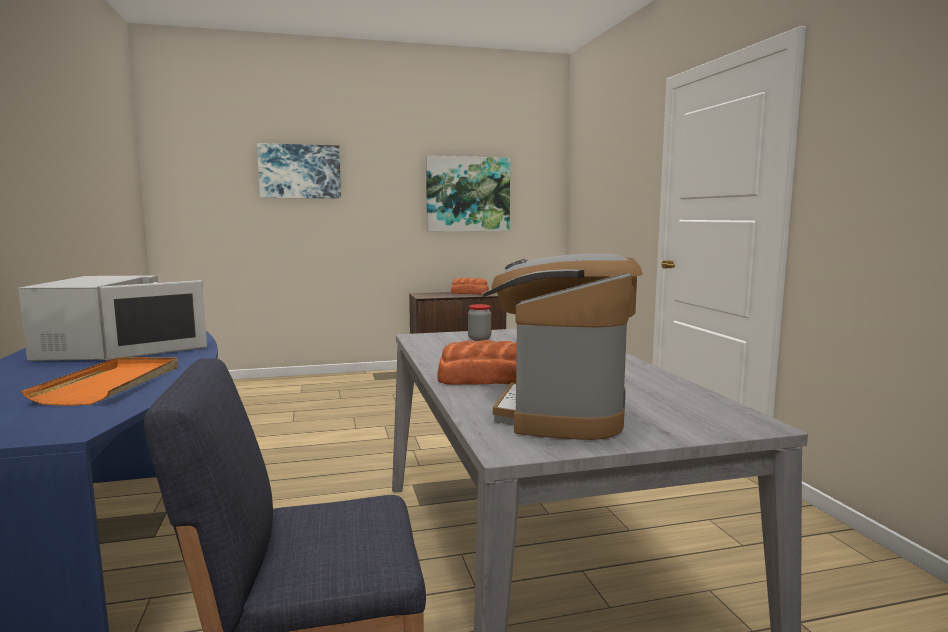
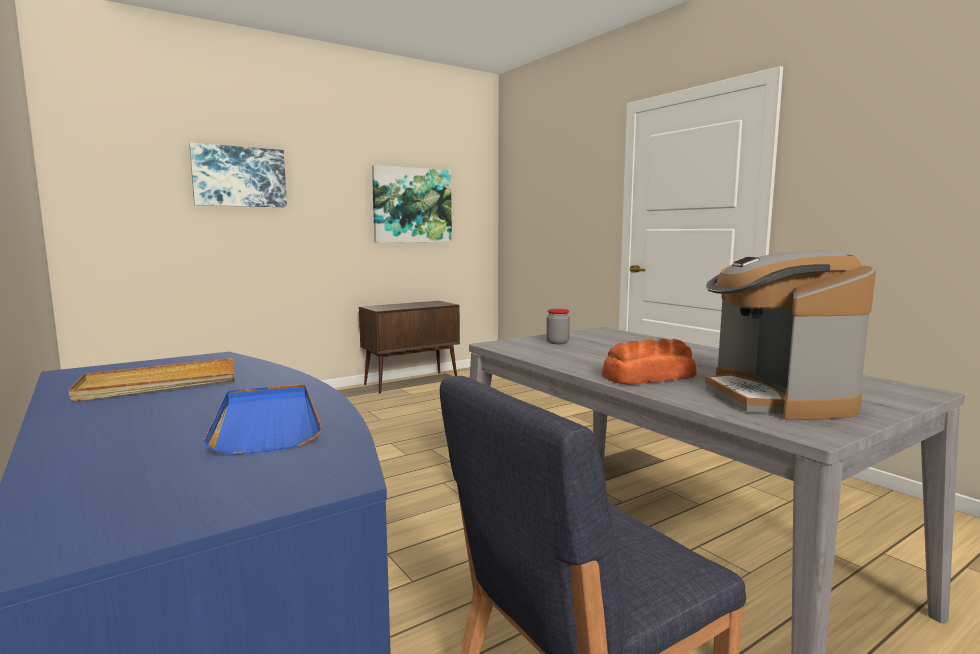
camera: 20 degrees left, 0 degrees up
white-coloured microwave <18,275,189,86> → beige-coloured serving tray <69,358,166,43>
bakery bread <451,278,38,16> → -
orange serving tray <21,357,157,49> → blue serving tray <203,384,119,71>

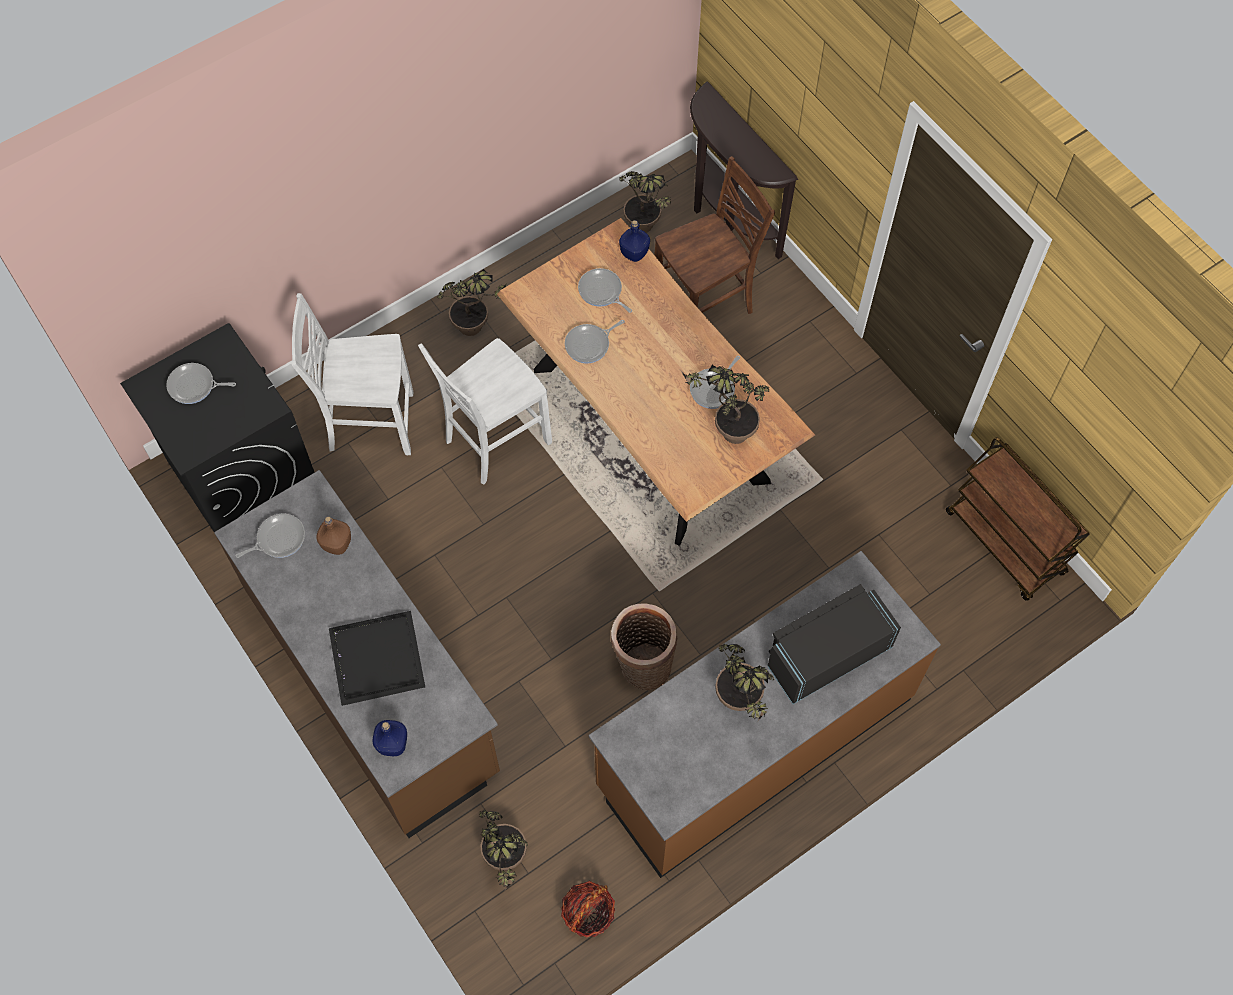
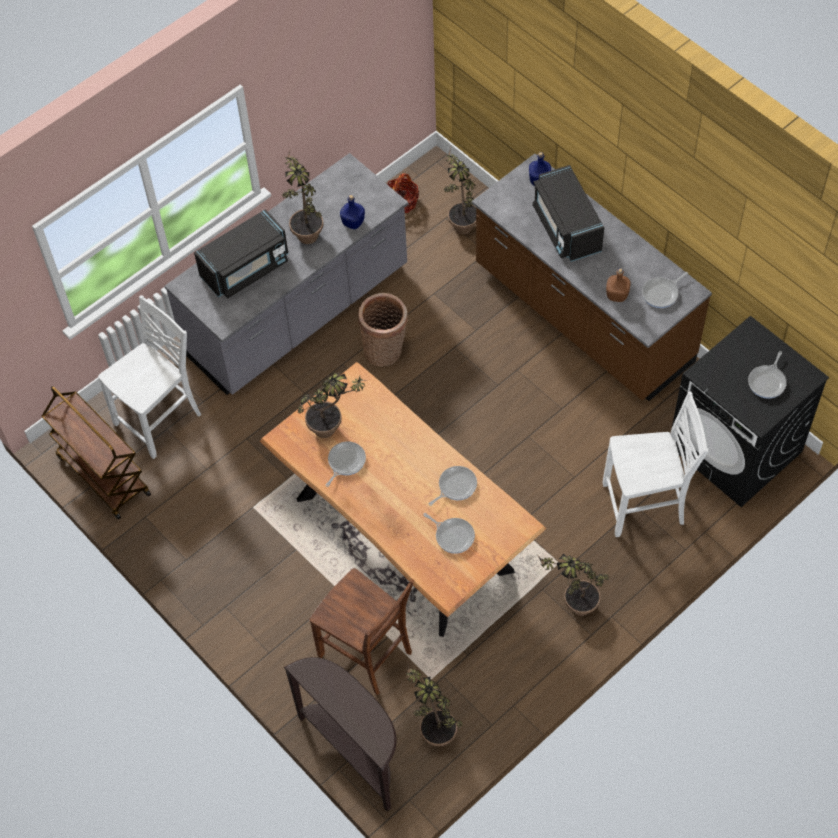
camera: 175 degrees right, 5 degrees down
brown chair <654,156,121,158> → brown chair <309,568,105,127>, 105 degrees counterclockwise
blue bottle <619,220,31,42> → blue bottle <340,195,25,34>, shifted
white-coloured chair <418,338,134,146> → white-coloured chair <98,295,103,164>, shifted
pan <166,363,70,41> → pan <748,351,39,48>, 120 degrees clockwise
brown counter <589,551,352,327> → greyish counter <164,153,244,242>
black serving tray <329,611,96,95> → black microwave <532,165,72,97>

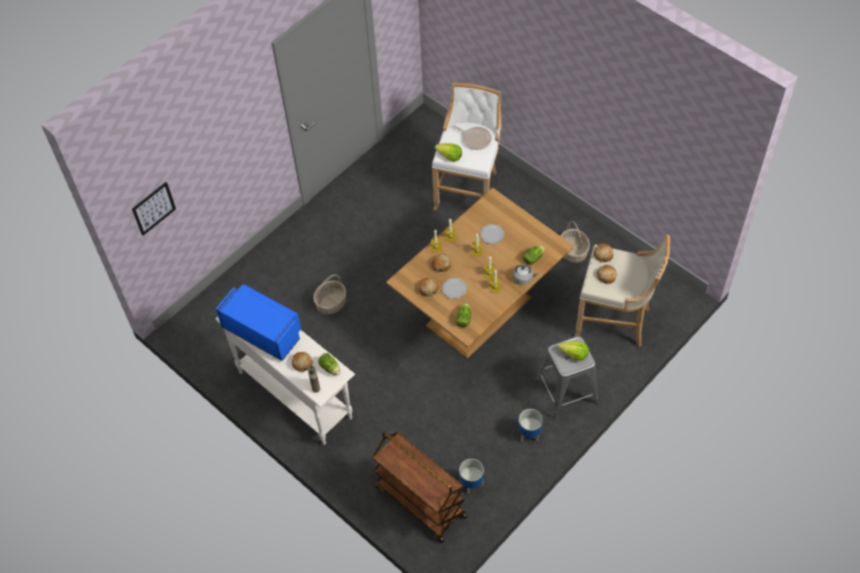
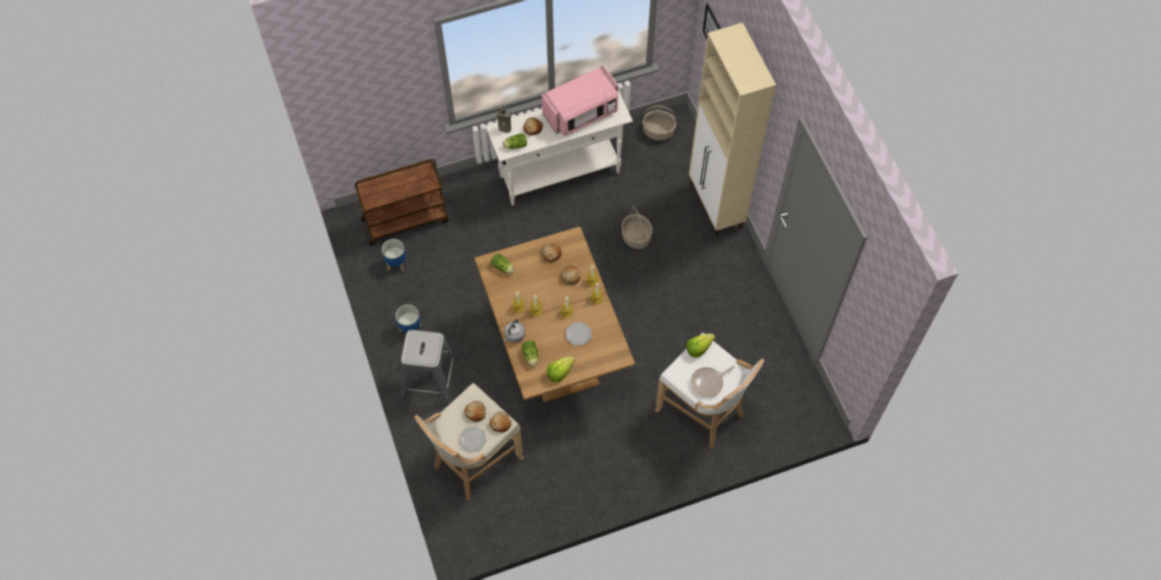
camera: 115 degrees right, 5 degrees up
basket <561,220,29,43> → basket <643,105,33,36>, shifted
flat dish <442,278,25,21> → flat dish <459,426,27,26>, shifted
blue microwave <216,285,85,76> → pink microwave <542,66,76,70>
lettuce <558,341,31,20> → lettuce <547,356,28,27>, shifted
- → beige-coloured storage cabinet <689,23,87,214>

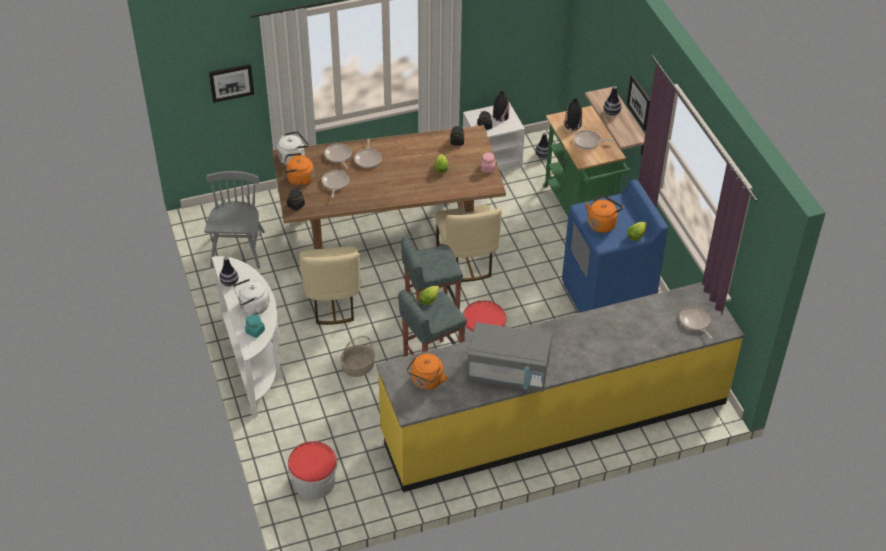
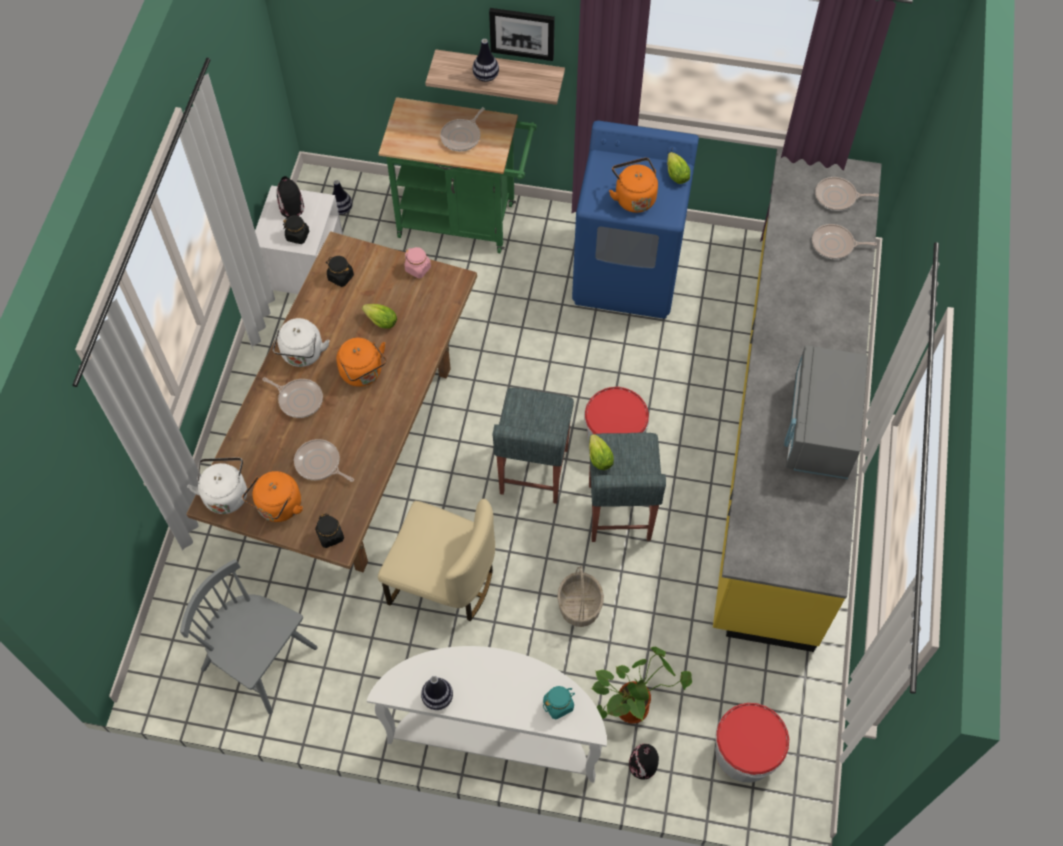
camera: 60 degrees left, 15 degrees up
wall picture <209,64,45,39> → -
black vase <565,99,17,32> → black vase <629,744,30,36>, shifted
pan <324,143,28,26> → pan <812,224,65,35>, shifted
beige-coloured chair <435,205,67,77> → -
white-coloured water kettle <233,279,36,36> → white-coloured water kettle <273,318,57,49>, shifted
greyish microwave <467,322,85,70> → greyish microwave <784,345,84,134>, 150 degrees clockwise
orange water kettle <407,353,41,37> → orange water kettle <336,338,50,49>, shifted
- → potted plant <591,647,101,77>

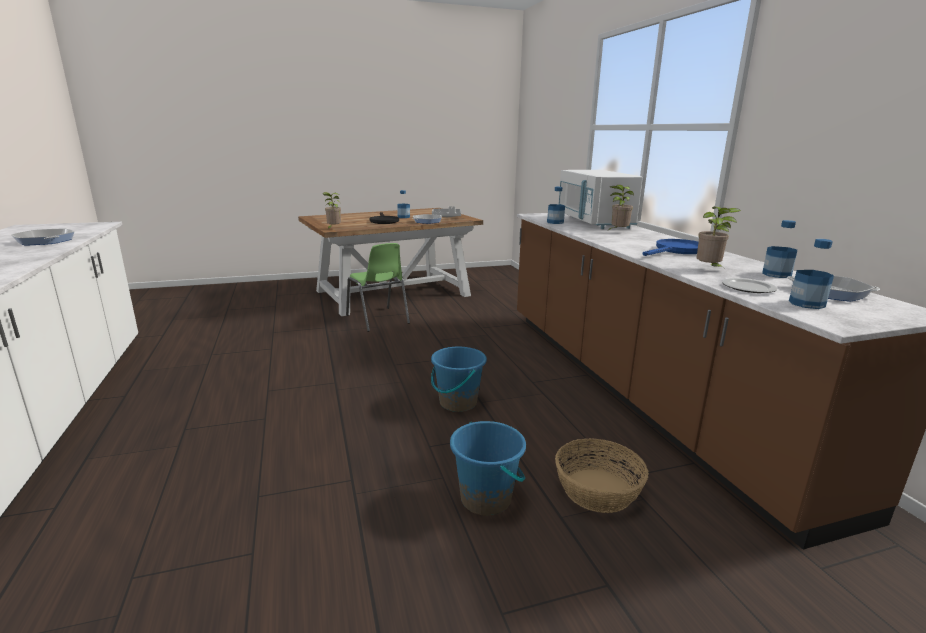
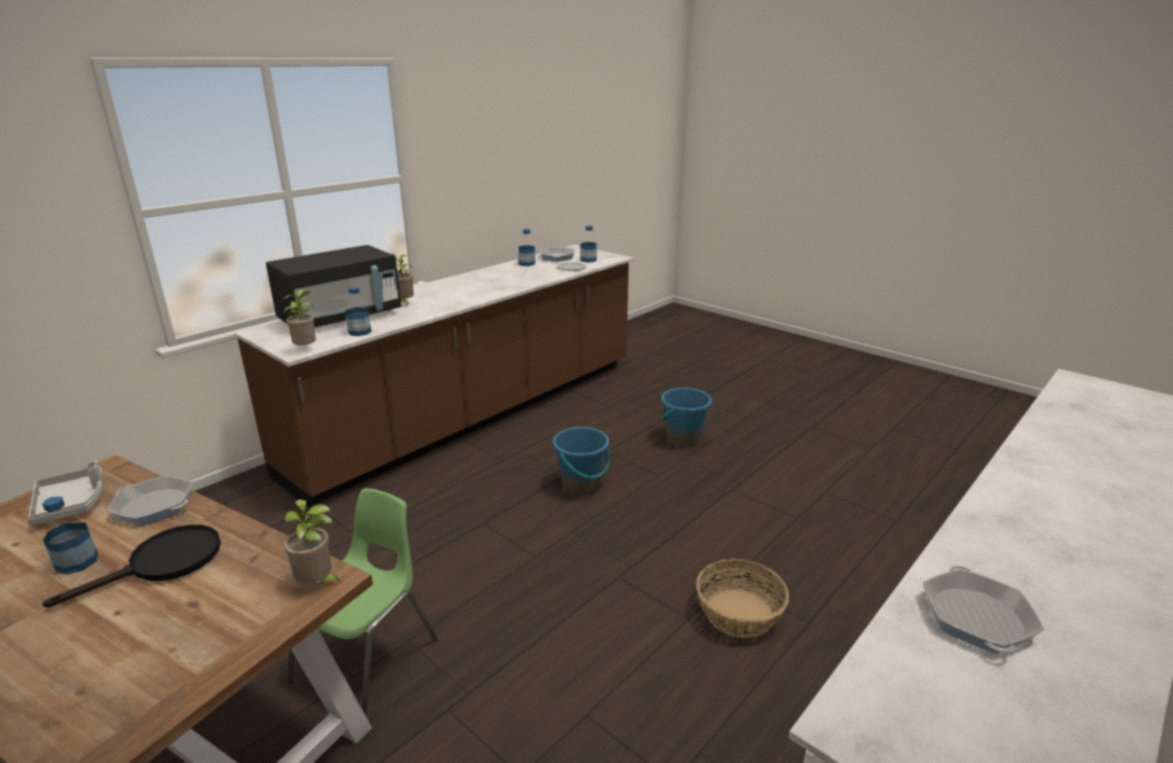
camera: 120 degrees left, 5 degrees up
white-coloured microwave <558,170,85,59> → black microwave <266,245,135,83>
potted plant <697,206,44,64> → potted plant <283,290,33,55>, shifted
blue pan <643,239,55,17> → -
basket <555,438,94,75> → basket <696,559,93,79>, shifted

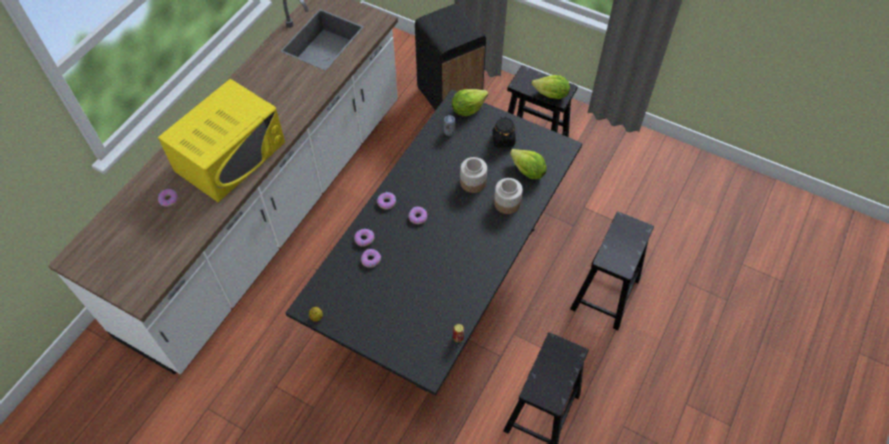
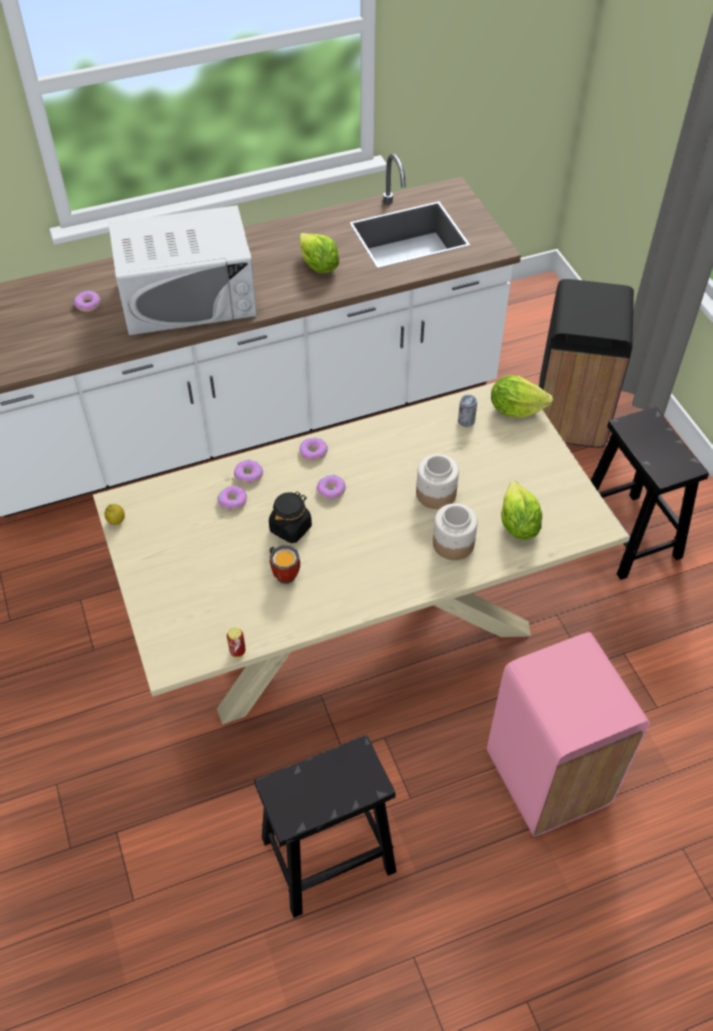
camera: 40 degrees right, 5 degrees down
lettuce <532,75,38,24> → lettuce <299,233,40,40>, shifted
yellow-coloured microwave <158,79,127,123> → white-coloured microwave <109,205,148,130>
black dining table <286,89,296,307> → beige-coloured dining table <93,376,535,348>
black storage jar <493,117,23,31> → black storage jar <269,492,43,51>, shifted
black stool seat <570,212,84,118> → pink trash can <487,632,163,204>
- → coffee mug <270,545,30,39>

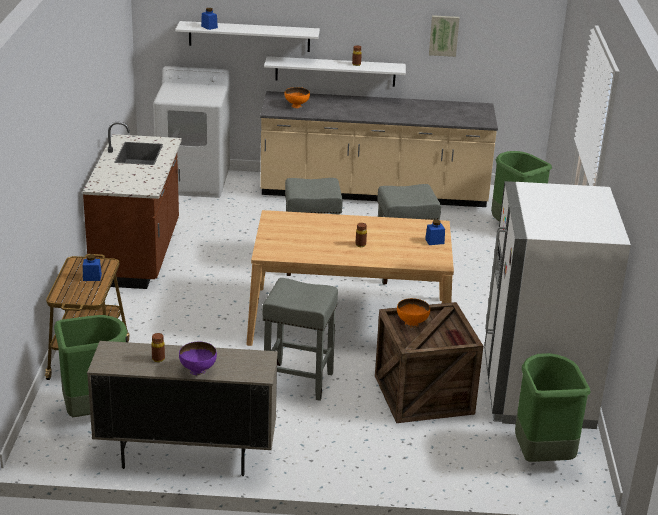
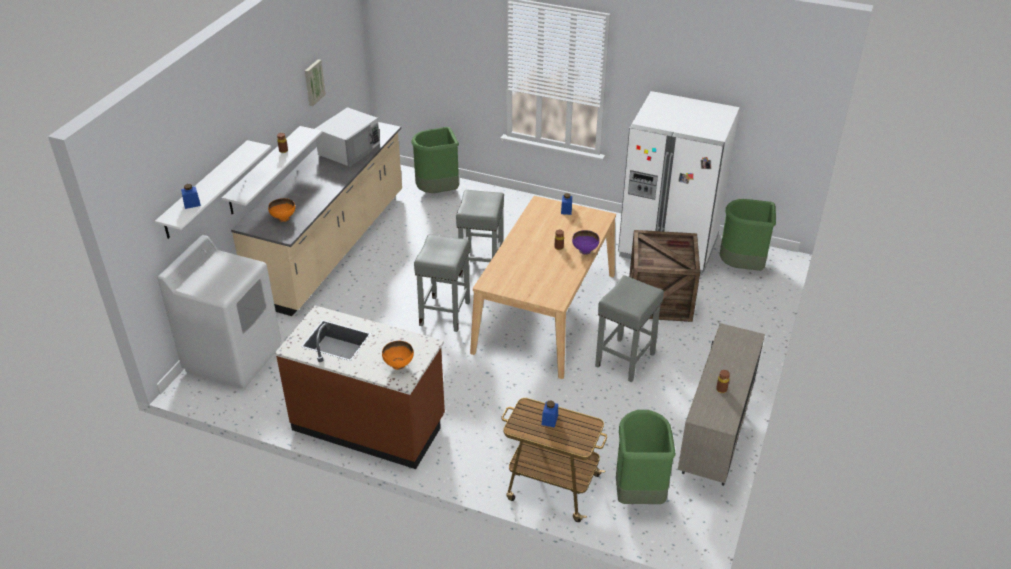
camera: 70 degrees left, 10 degrees up
orange bowl <397,298,33,30> → orange bowl <382,341,32,29>, shifted
purple bowl <179,342,38,33> → purple bowl <572,230,27,25>, shifted
- → white-coloured microwave <315,107,65,60>

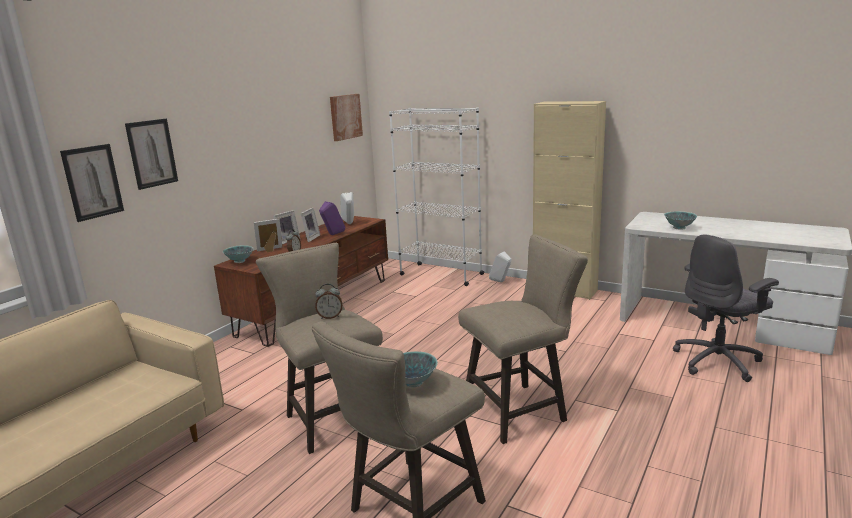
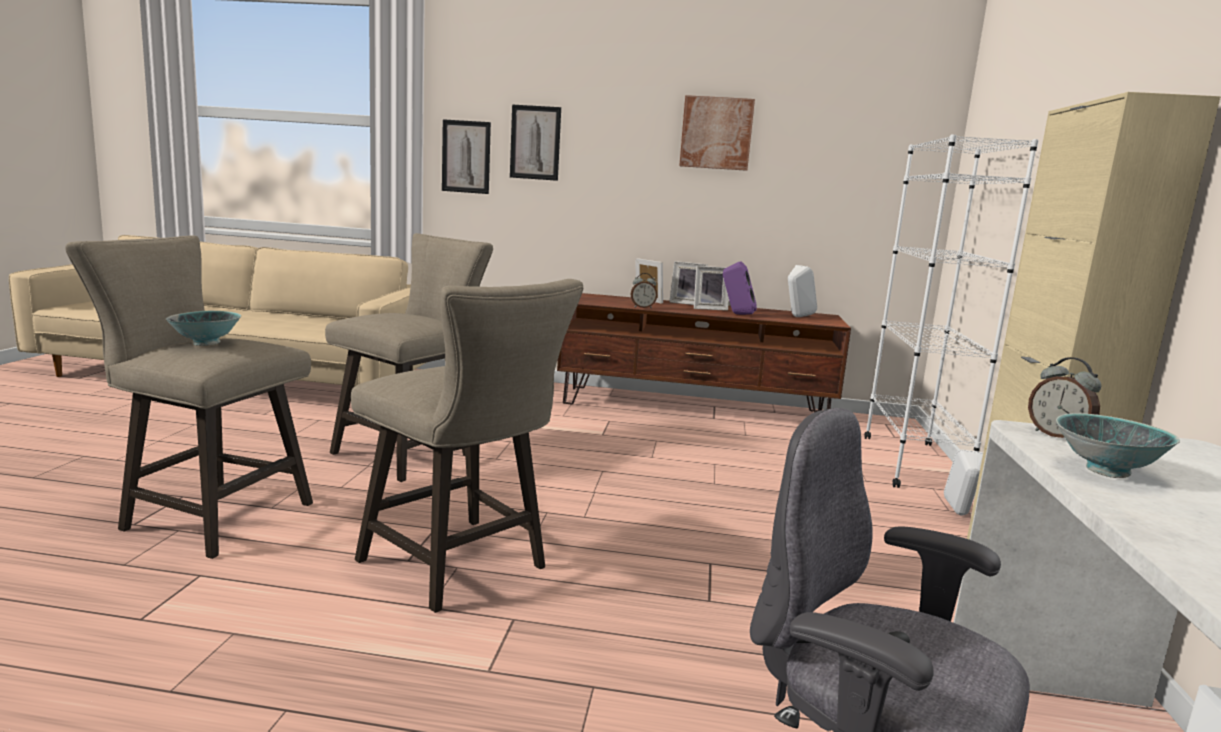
camera: 65 degrees right, 5 degrees down
wall picture <330,94,33,47> → wall picture <679,95,76,76>, shifted
bowl <223,245,31,18> → -
alarm clock <315,283,27,36> → alarm clock <1028,357,73,81>, shifted

